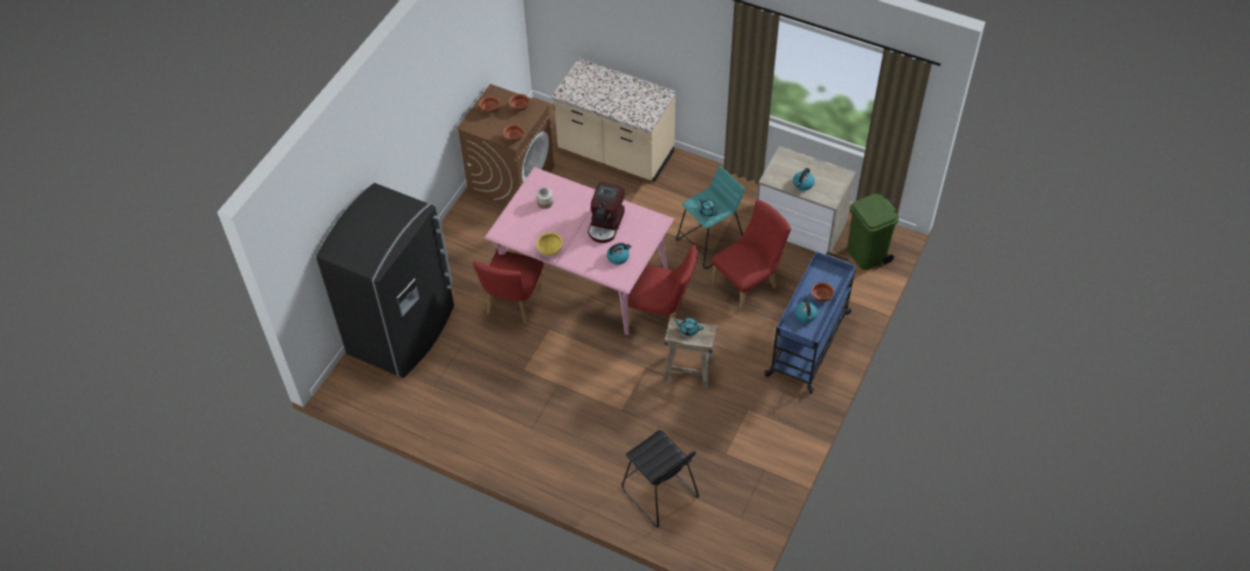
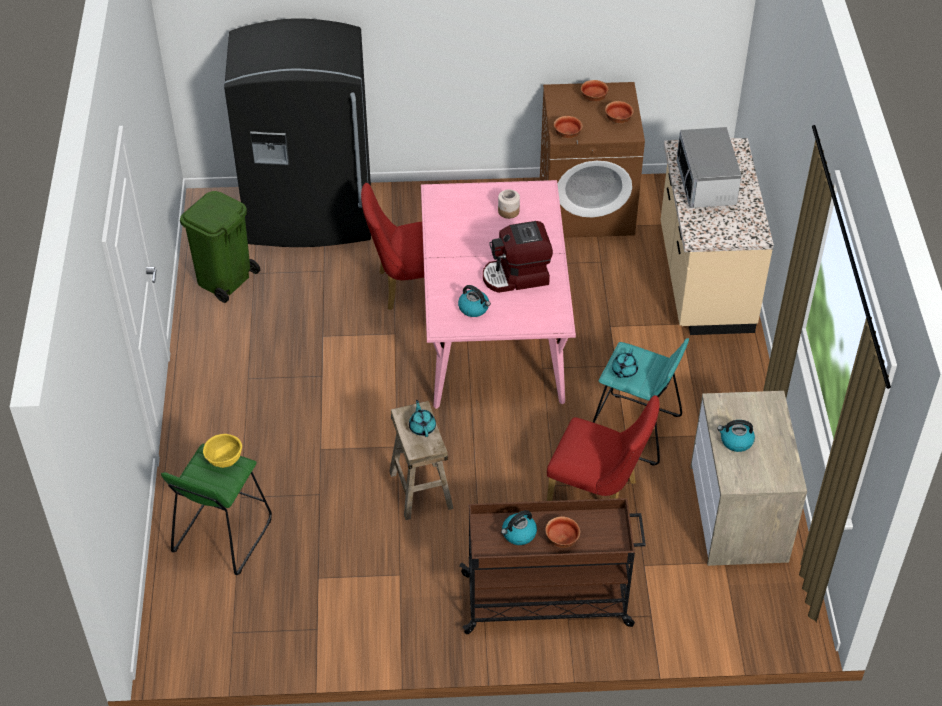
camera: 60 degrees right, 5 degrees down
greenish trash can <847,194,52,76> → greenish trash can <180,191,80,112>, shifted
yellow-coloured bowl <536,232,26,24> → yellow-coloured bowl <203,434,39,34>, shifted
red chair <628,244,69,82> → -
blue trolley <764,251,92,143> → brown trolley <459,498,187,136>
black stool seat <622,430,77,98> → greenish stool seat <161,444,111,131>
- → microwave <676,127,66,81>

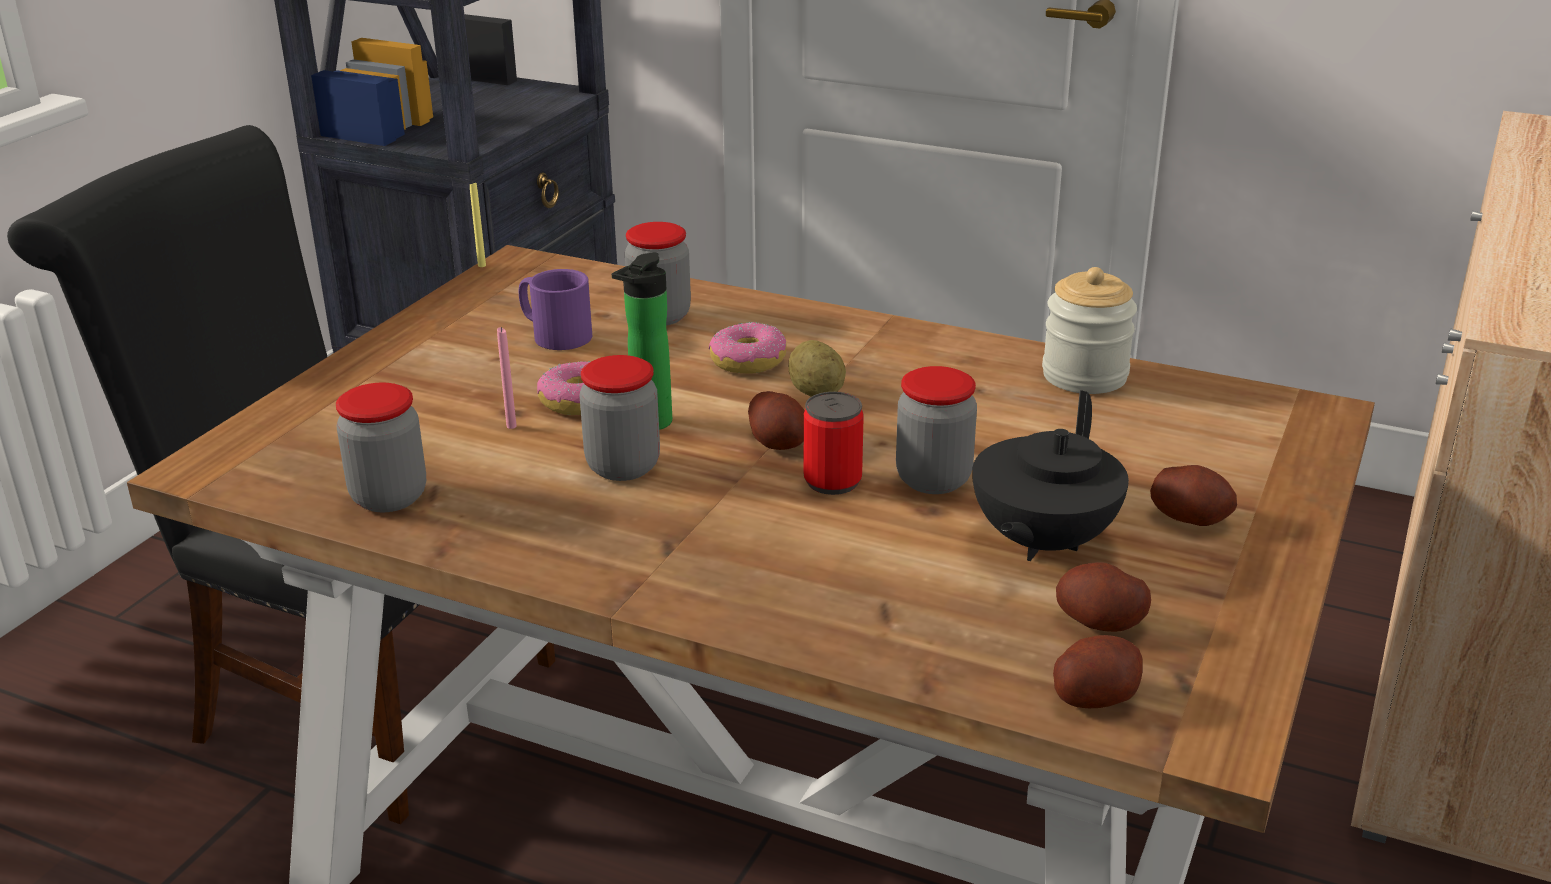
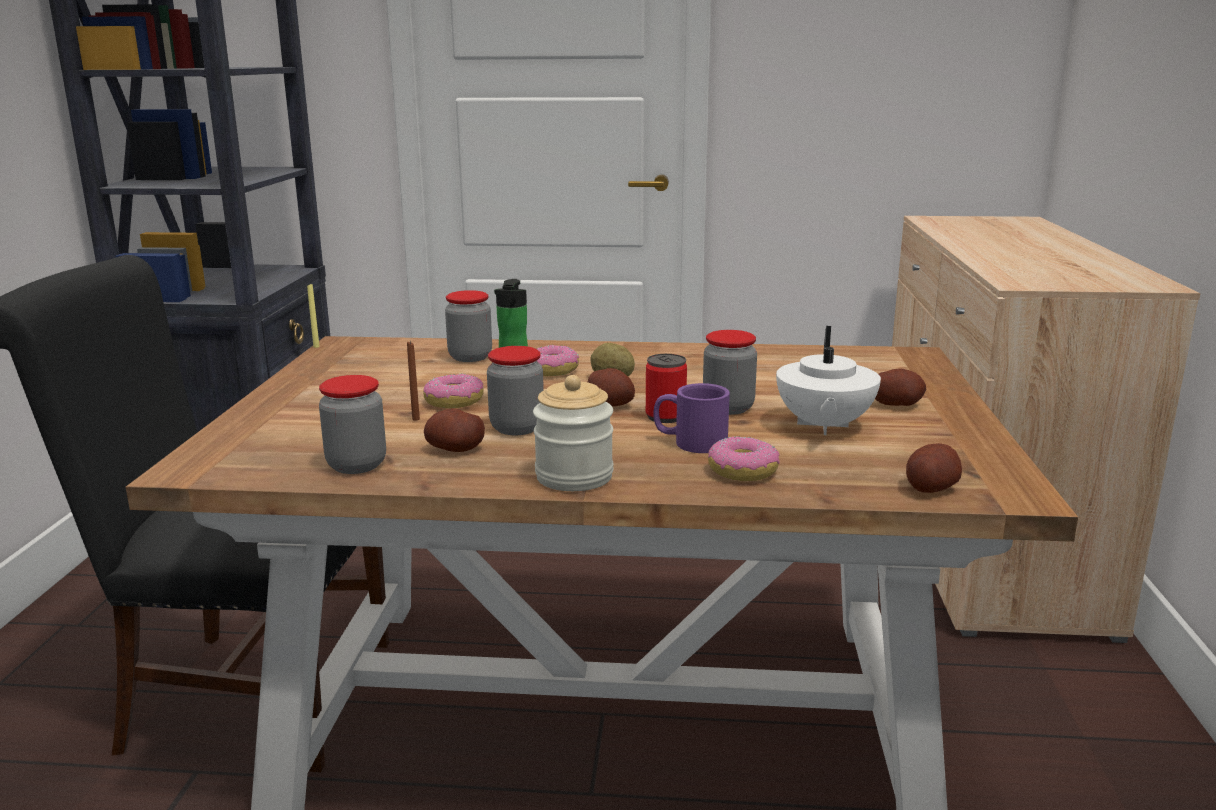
camera: 20 degrees left, 10 degrees down
storage jar <1042,267,95,127> → storage jar <533,375,81,116>, shifted
purple coffee mug <519,269,73,81> → purple coffee mug <653,383,77,70>, shifted
pink candle <497,327,20,102> → brown candle <407,342,13,79>
black teapot <972,390,157,171> → white-coloured teapot <776,326,105,109>
potato <1056,562,95,70> → potato <424,408,61,44>, shifted
- → ring doughnut <708,436,72,45>

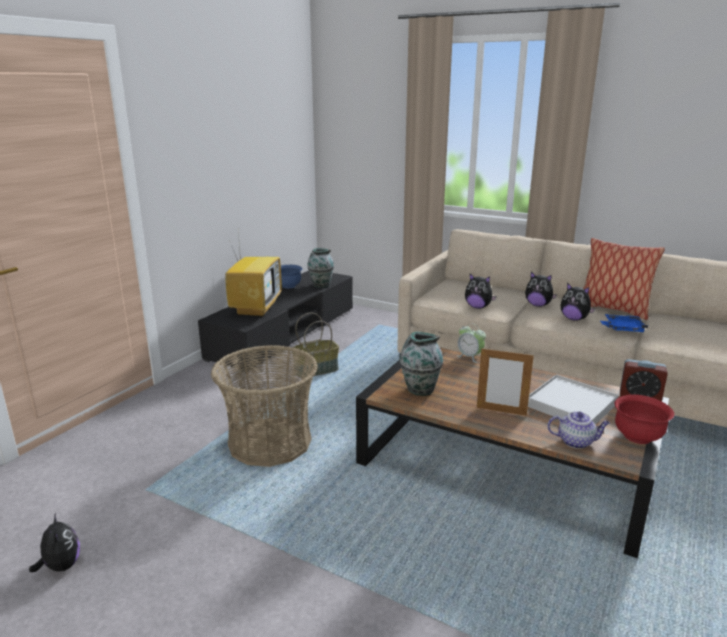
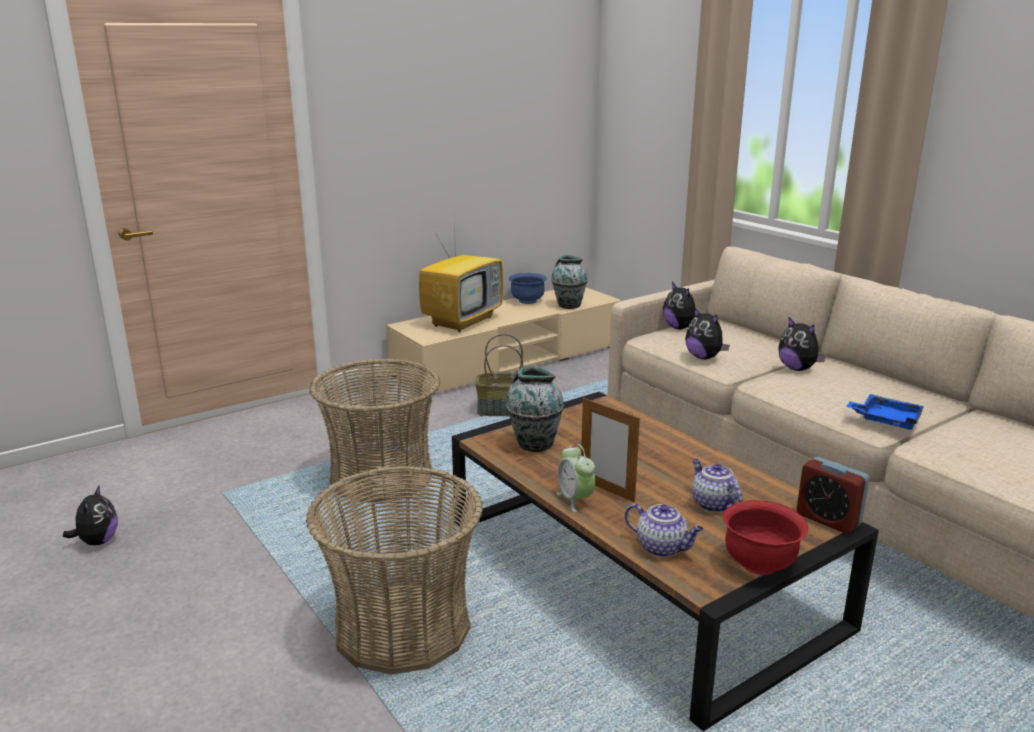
camera: 25 degrees right, 0 degrees up
cushion <583,238,82,82> → -
black tv stand <198,271,155,102> → beige-coloured tv stand <386,287,235,108>
soft toy <561,283,35,38> → soft toy <663,282,32,47>, shifted
alarm clock <457,323,29,40> → alarm clock <557,444,38,68>, shifted
white-coloured serving tray <528,374,91,51> → teapot <692,459,51,53>
- → basket <306,466,177,209>

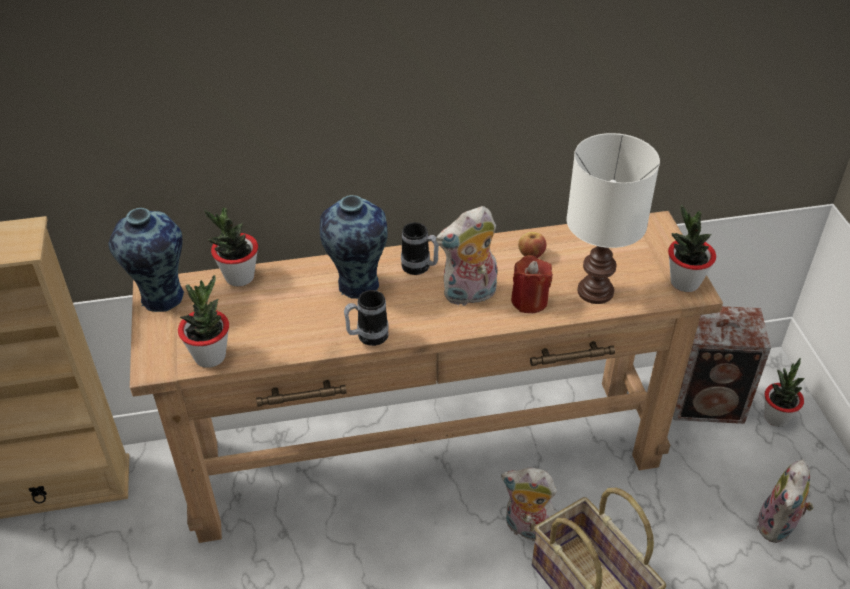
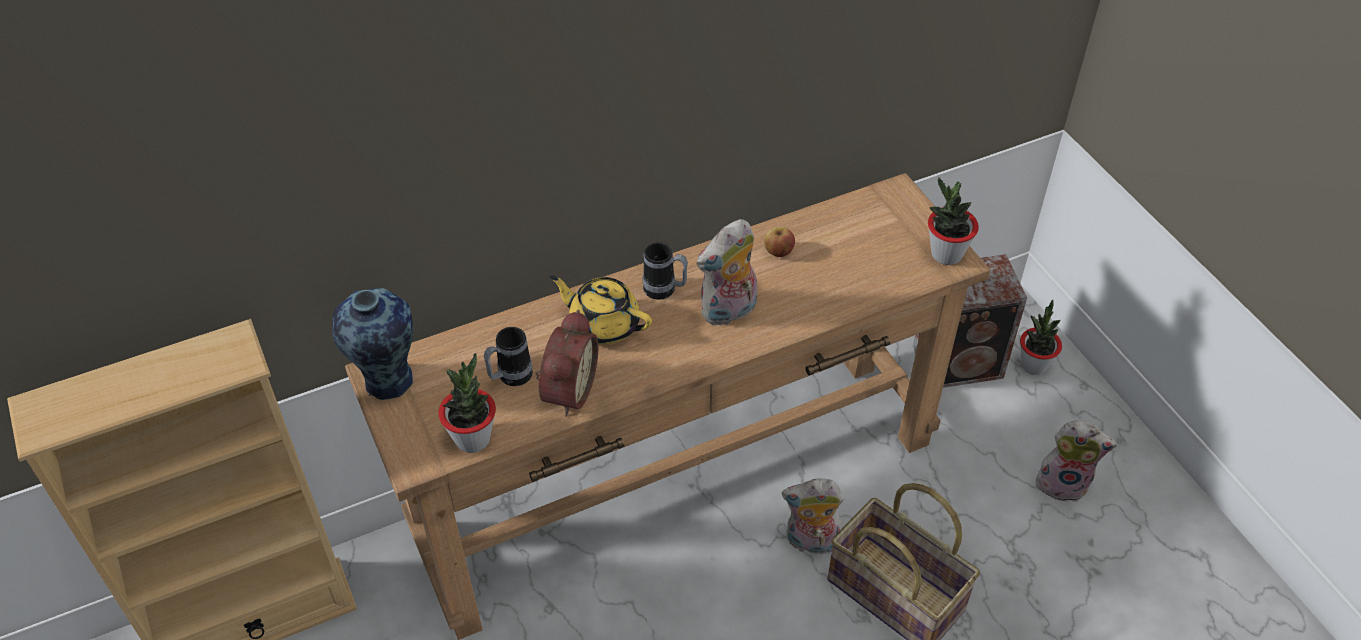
camera: 15 degrees left, 5 degrees up
white-coloured table lamp <566,133,94,171> → -
vase <320,195,68,104> → yellow-coloured teapot <550,275,102,70>
potted plant <204,207,54,80> → -
red candle <511,255,42,58> → -
coffee mug <344,290,45,56> → coffee mug <484,327,49,59>, shifted
soft toy <757,459,57,84> → soft toy <1032,420,85,82>, 90 degrees counterclockwise
- → alarm clock <535,310,63,107>

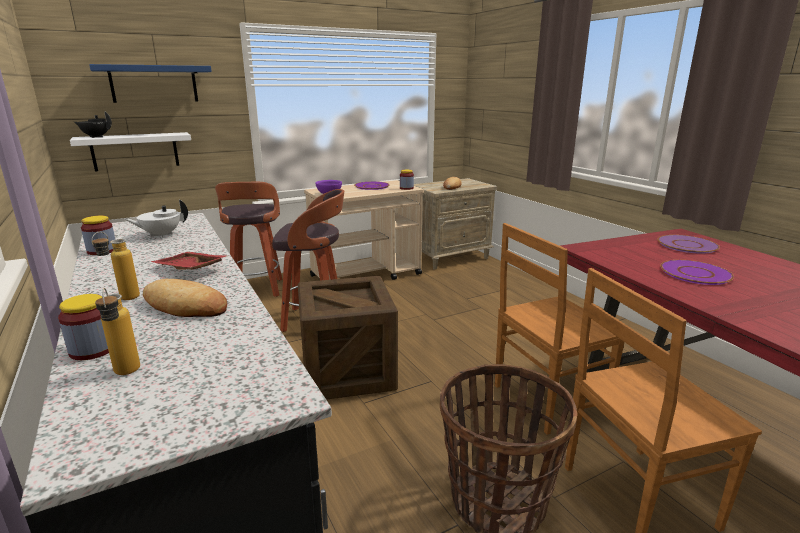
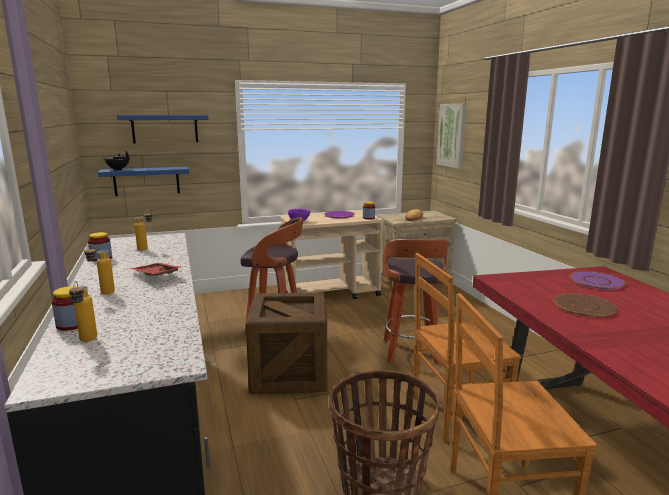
camera: 10 degrees right, 5 degrees down
white-coloured wall shelf <70,132,121,40> → blue wall shelf <98,167,91,29>
stool seat <215,182,68,115> → stool seat <382,239,67,125>, shifted
white-coloured teapot <124,200,64,38> → bottle <135,210,18,40>
purple flat dish <660,260,74,25> → brown flat dish <553,293,65,24>
bakery bread <143,279,84,38> → -
- → wall picture <437,104,30,65>

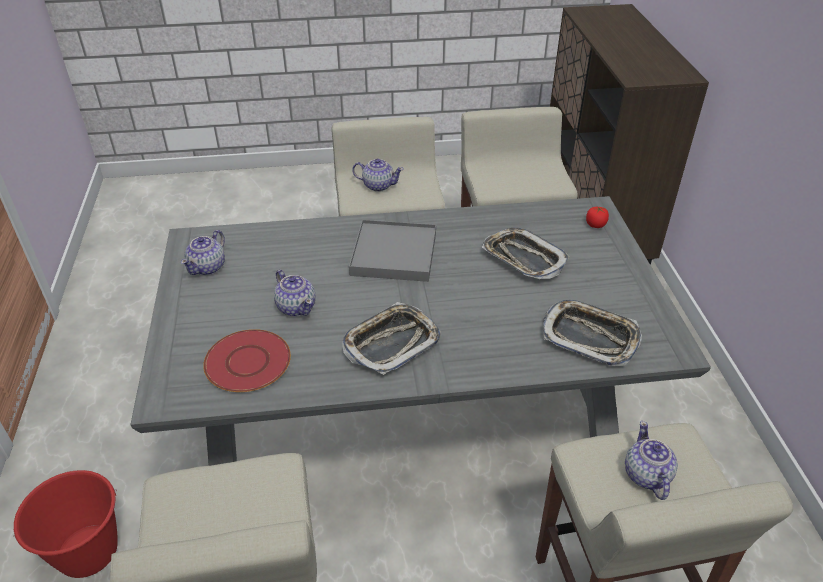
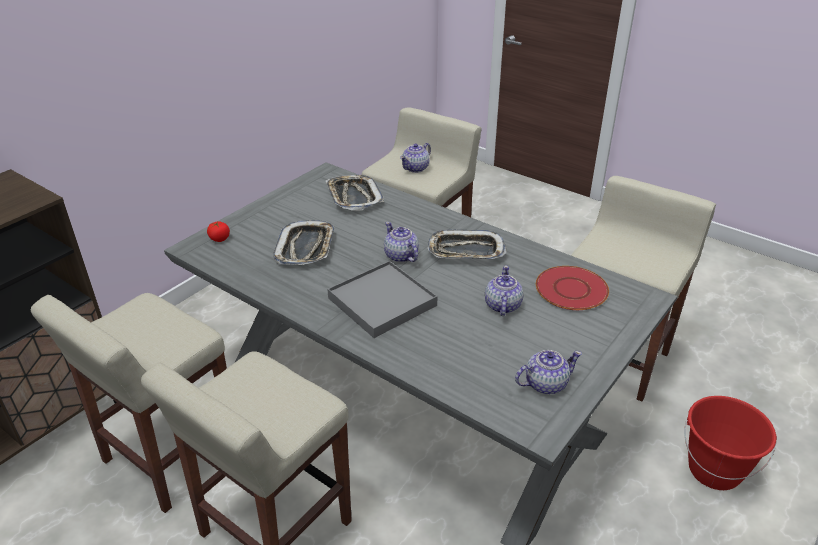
camera: 135 degrees left, 5 degrees down
teapot <352,158,52,34> → teapot <384,222,35,41>, shifted

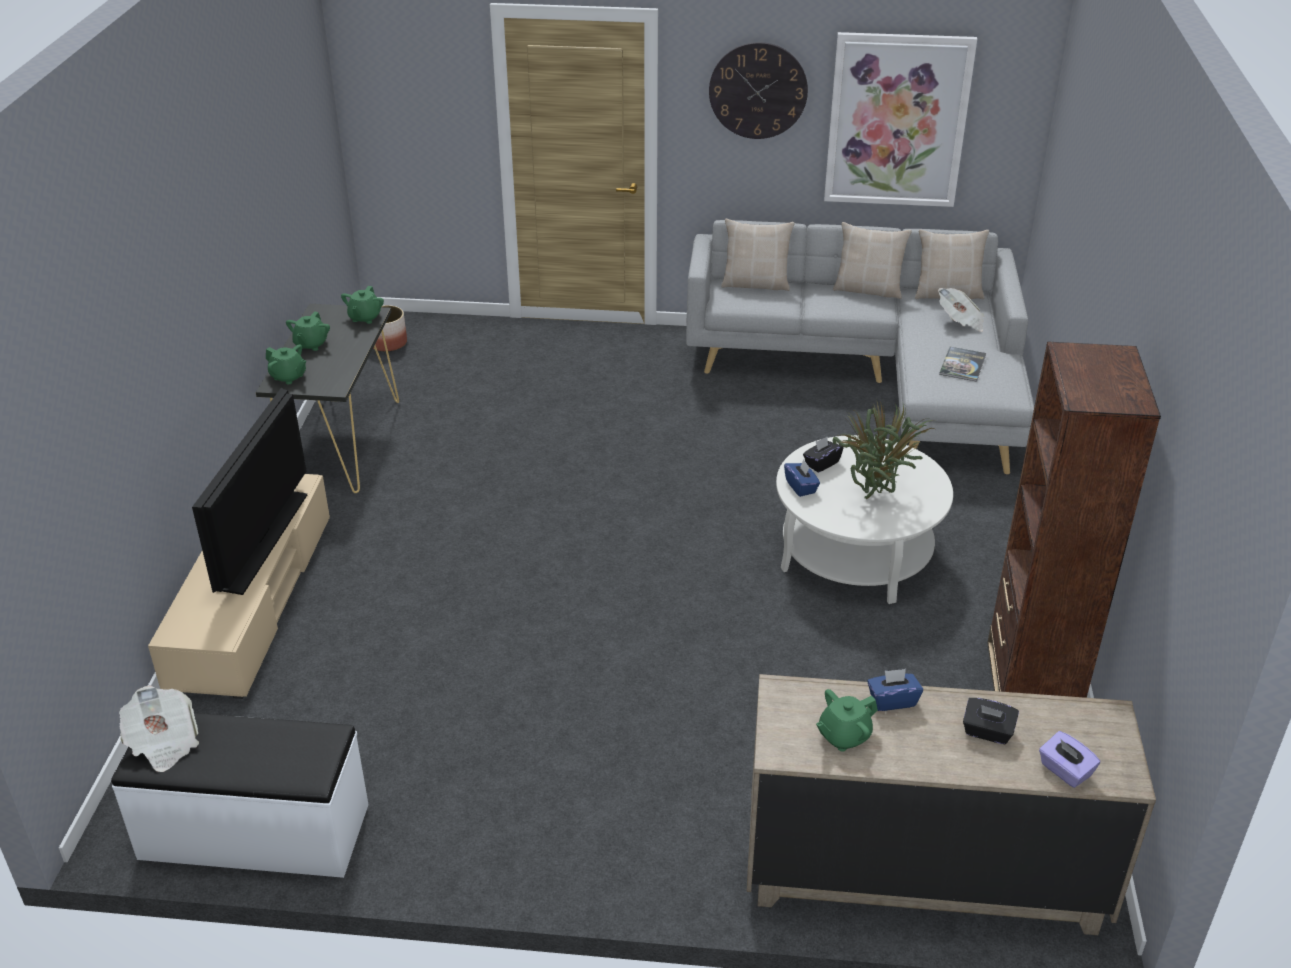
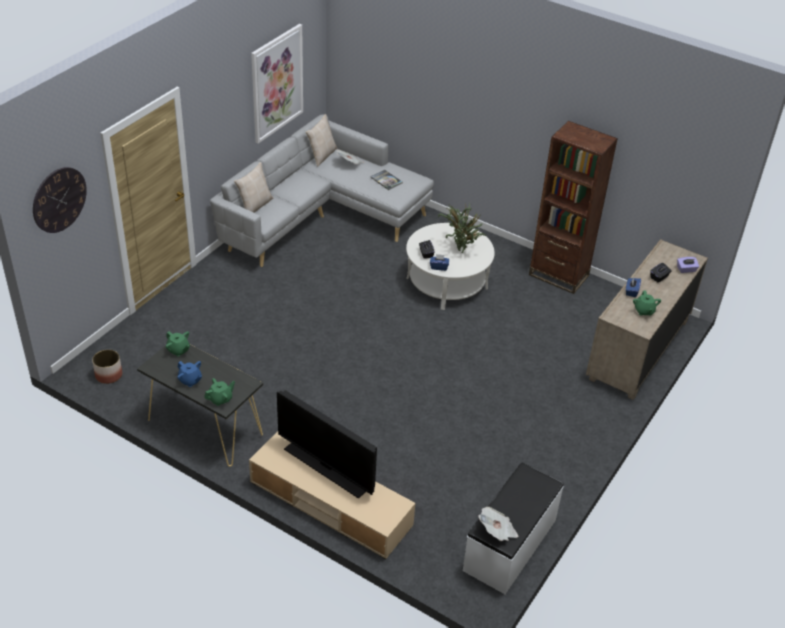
camera: 65 degrees left, 5 degrees up
hanging clock <709,42,99,97> → hanging clock <33,167,54,66>, shifted
beige-coloured cushion <833,222,79,77> → -
greenish teapot <286,312,44,39> → blue teapot <177,361,25,26>

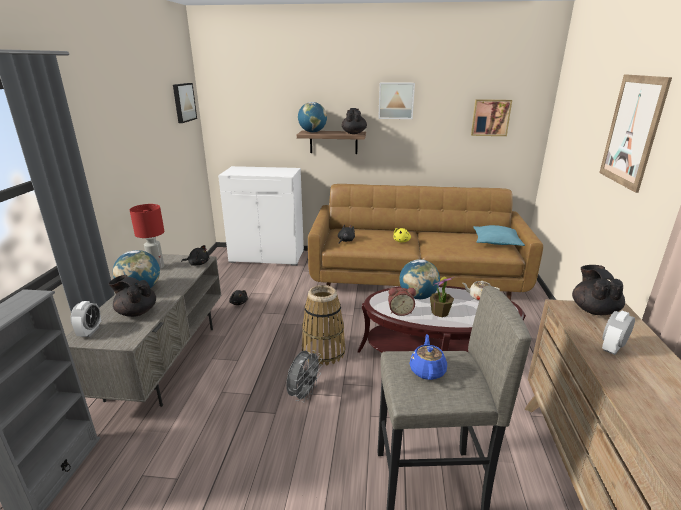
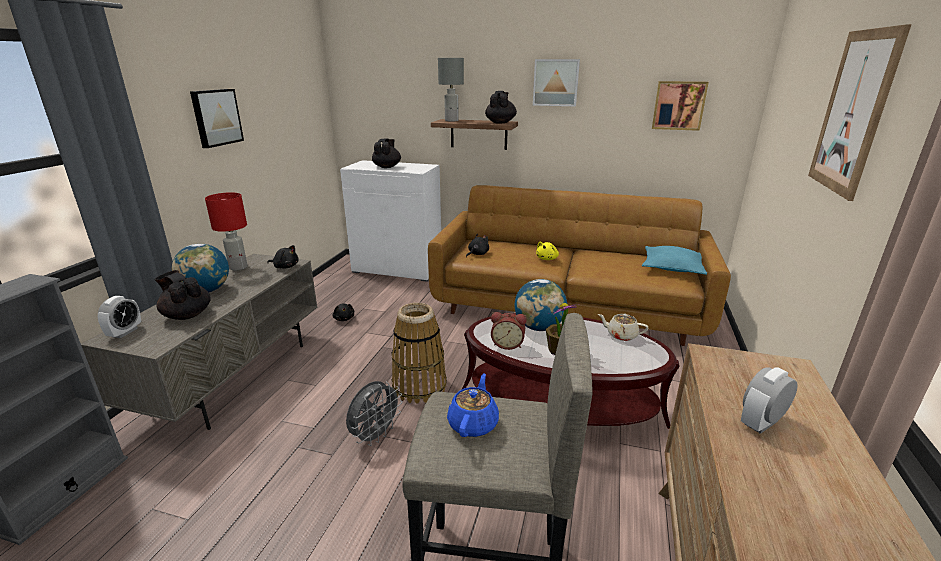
camera: 10 degrees right, 0 degrees up
wall picture <173,83,24,40> → wall picture <190,89,54,59>, shifted
globe <298,102,29,30> → greyish table lamp <438,58,26,64>
black teapot <572,265,53,50> → black teapot <372,139,29,29>, shifted

